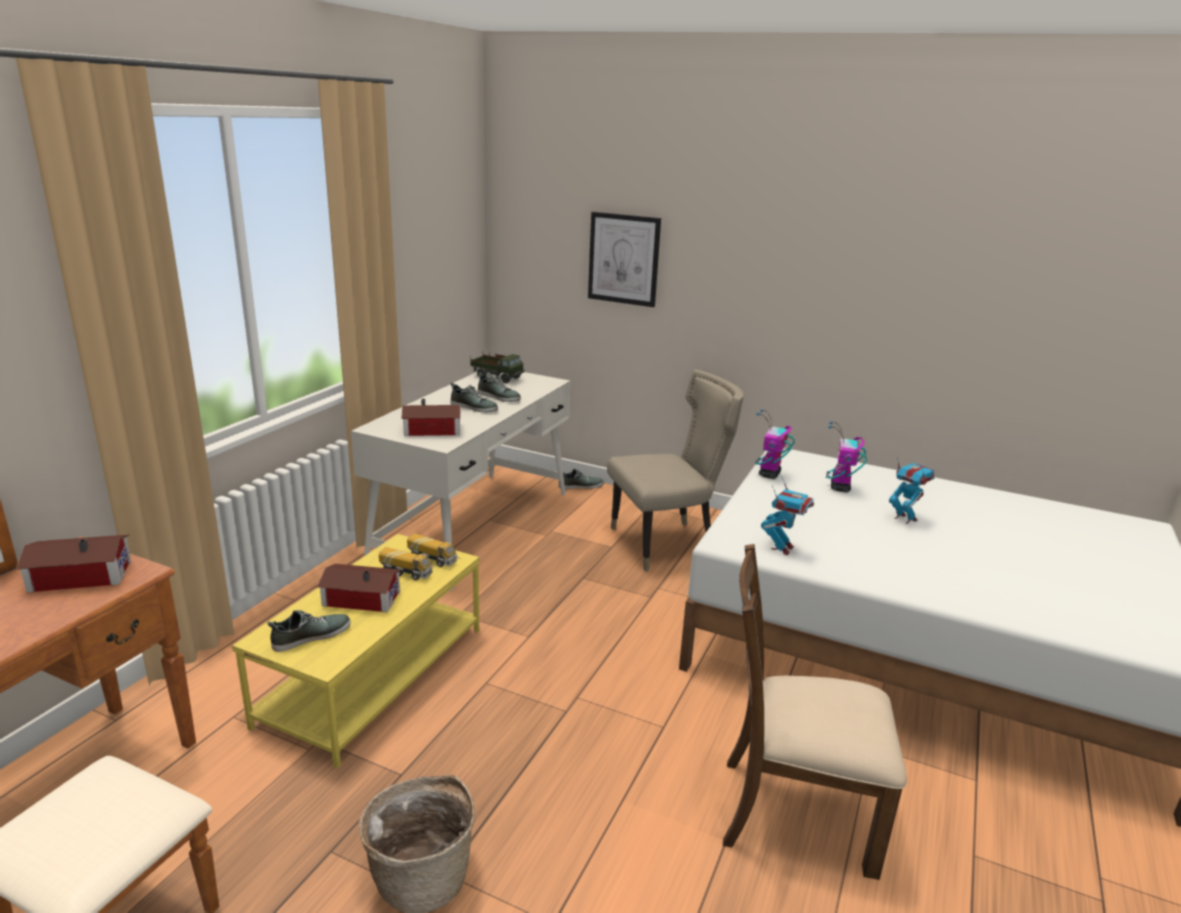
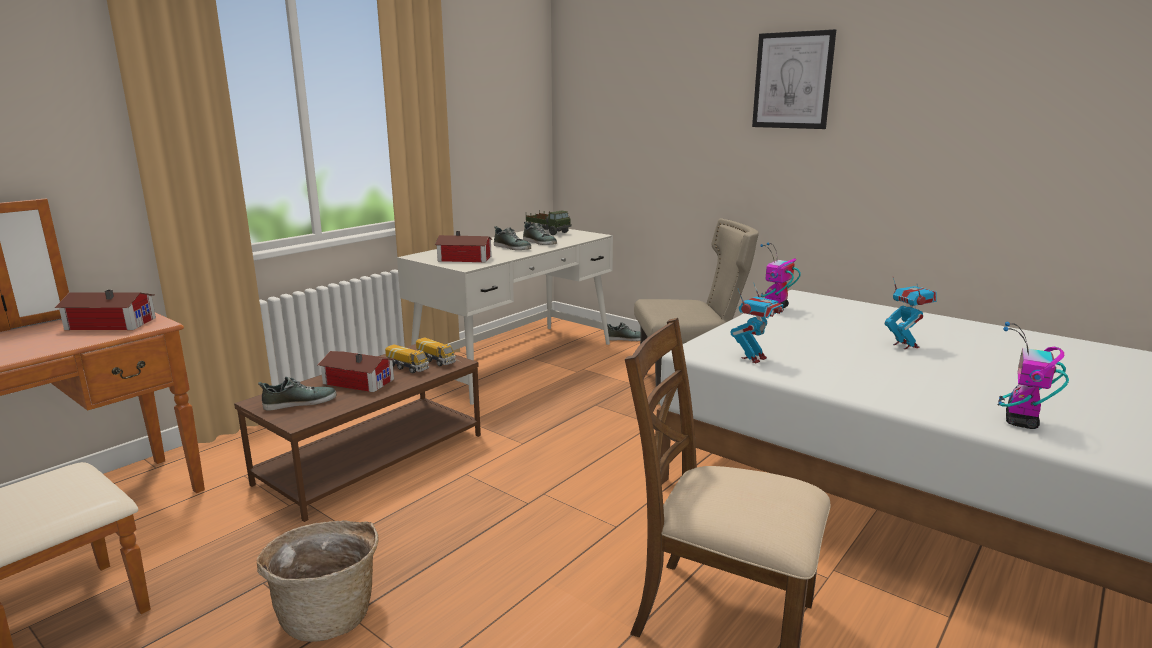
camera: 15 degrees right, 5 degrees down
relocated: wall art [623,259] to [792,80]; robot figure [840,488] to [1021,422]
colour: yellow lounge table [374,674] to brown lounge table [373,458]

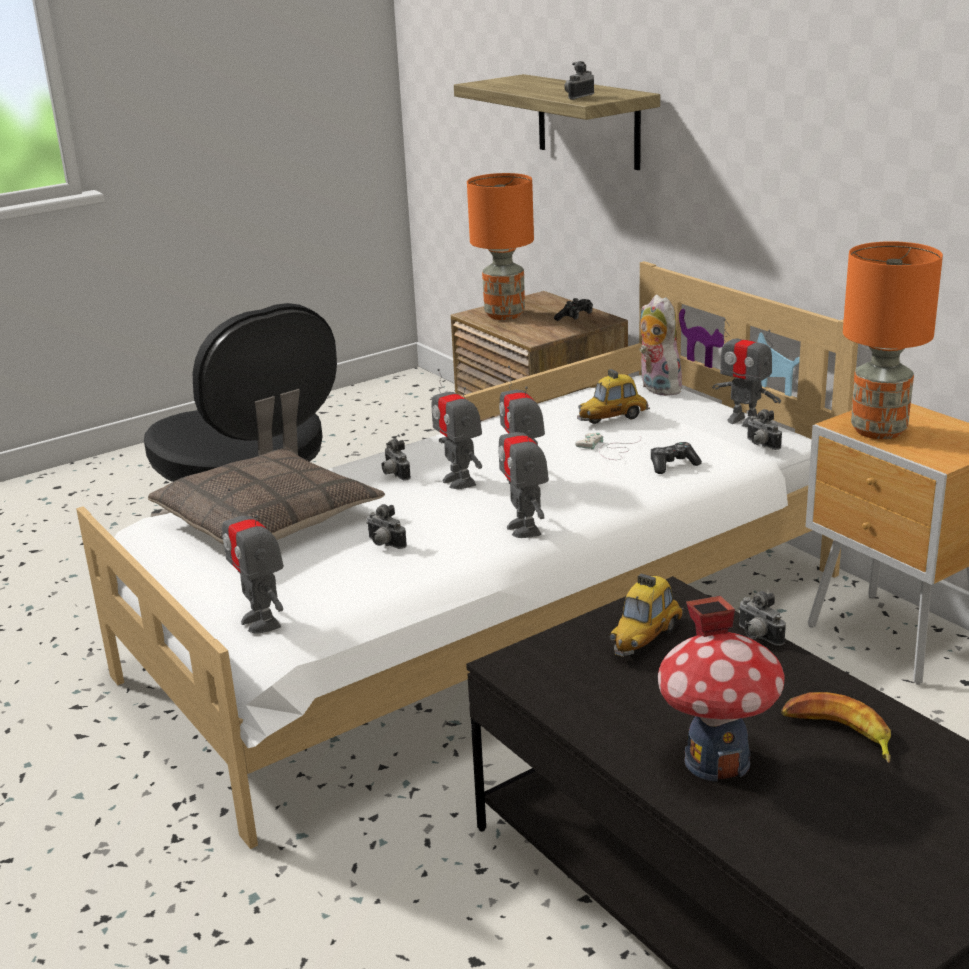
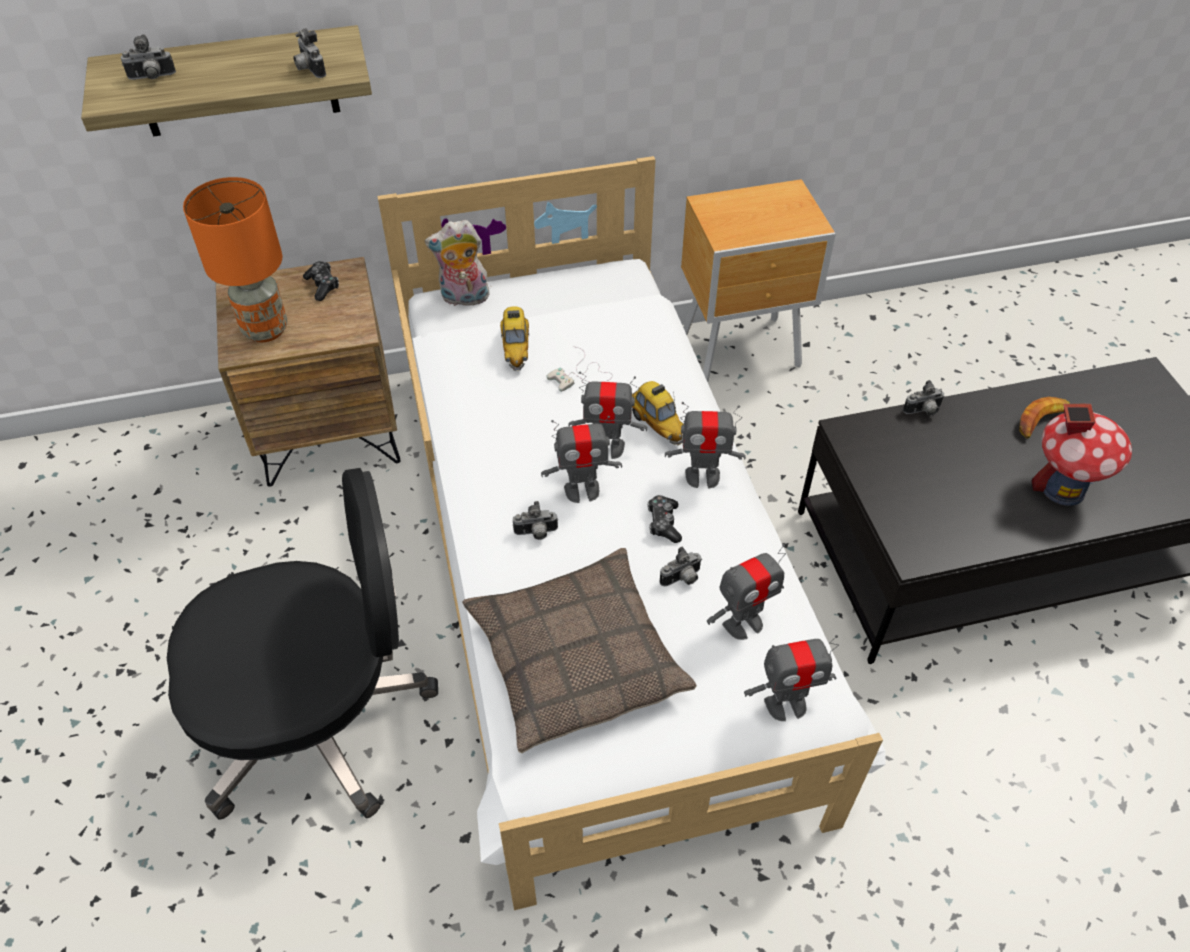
camera: 70 degrees left, 25 degrees up
missing: orangey lamp for a table [879,431]
relocated: toy car [645,639] to [656,424]; joypad [672,465] to [663,523]; robot figure [744,420] to [743,623]; photo camera [760,445] to [152,78]

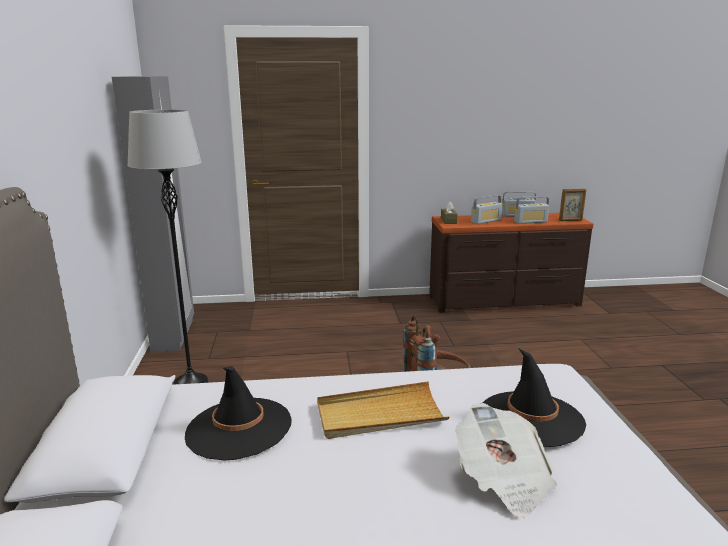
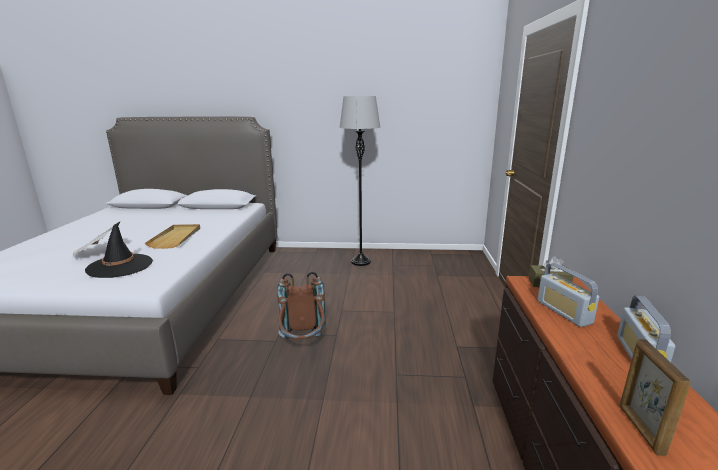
camera: 100 degrees right, 0 degrees up
missing: greyish armoire [174,335]; black-coloured clothing hat [238,428]; radio set [530,222]

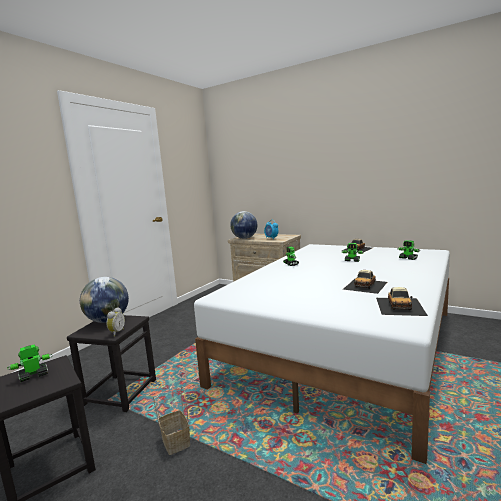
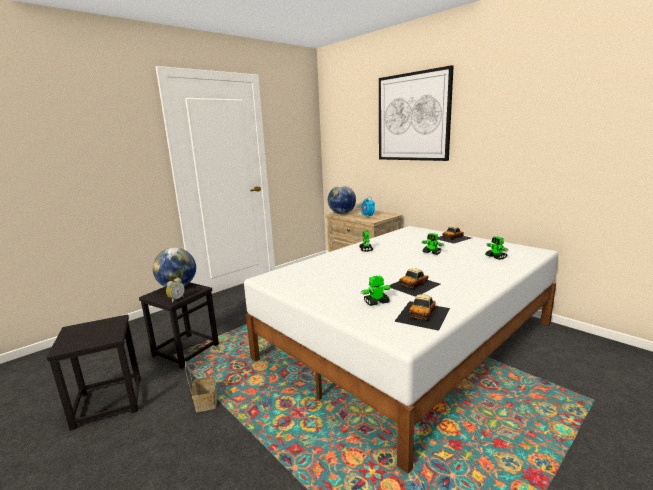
camera: 15 degrees right, 5 degrees up
appeared: wall art [413,117]
relocated: robot figure [33,376] to [376,302]

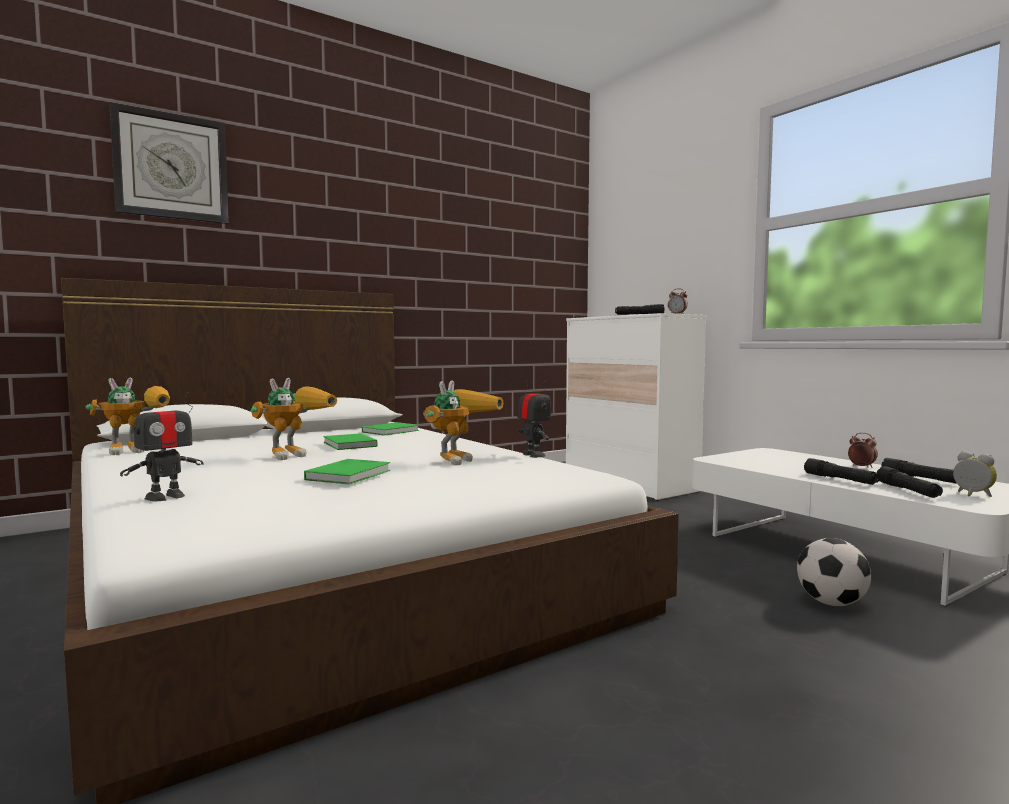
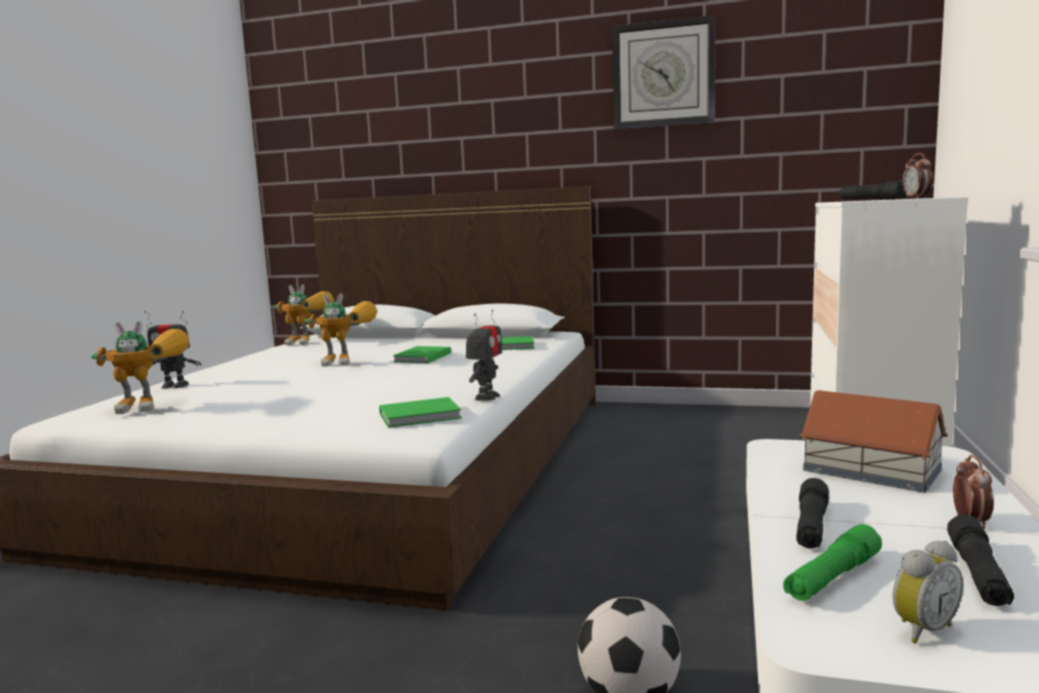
camera: 50 degrees right, 5 degrees up
appeared: miniature house [872,470]
relocated: clock on the wall [171,167] to [663,74]; green-coloured book [351,475] to [422,416]; robot figure [458,459] to [154,406]
colour: black-coloured torch [907,490] to green-coloured torch [832,578]
spun: bedside clock [972,495] = [921,629] 45 degrees clockwise

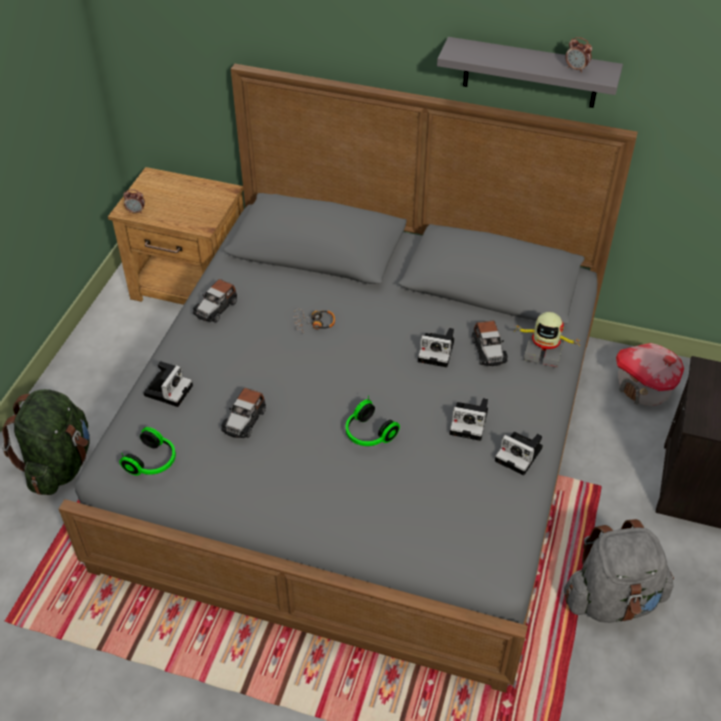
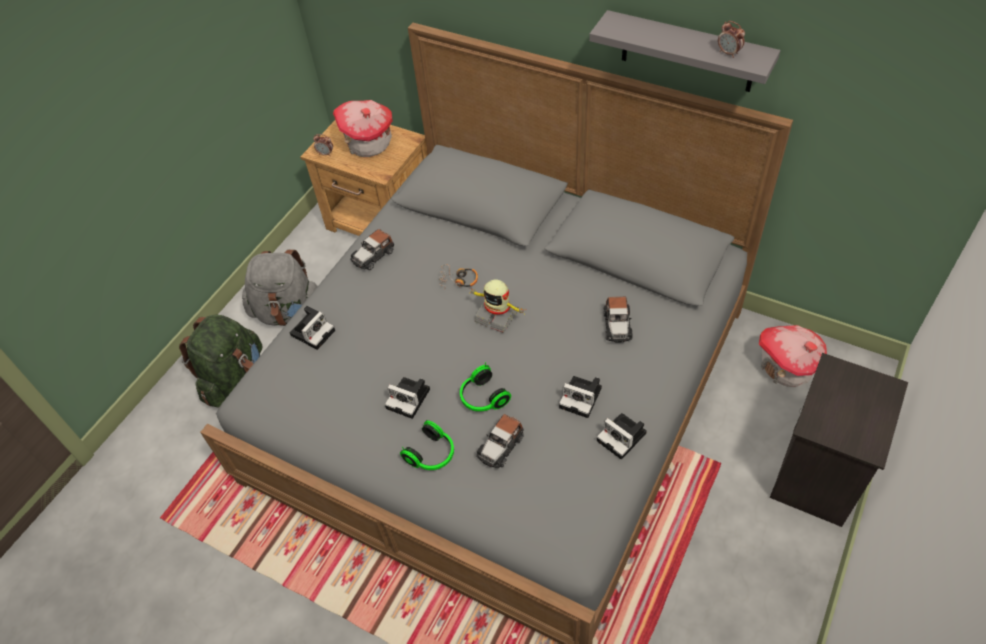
camera: 15 degrees right, 5 degrees up
appeared: miniature house [368,143]
relocated: pair of headphones [153,462] to [432,454]; toy car [244,420] to [501,446]; photo camera [438,351] to [410,399]; robot figure [543,352] to [497,315]; greyish knapsack [612,599] to [289,312]

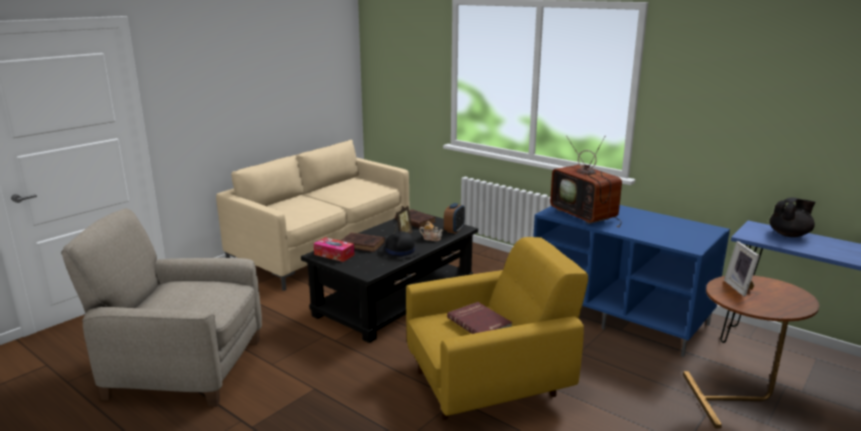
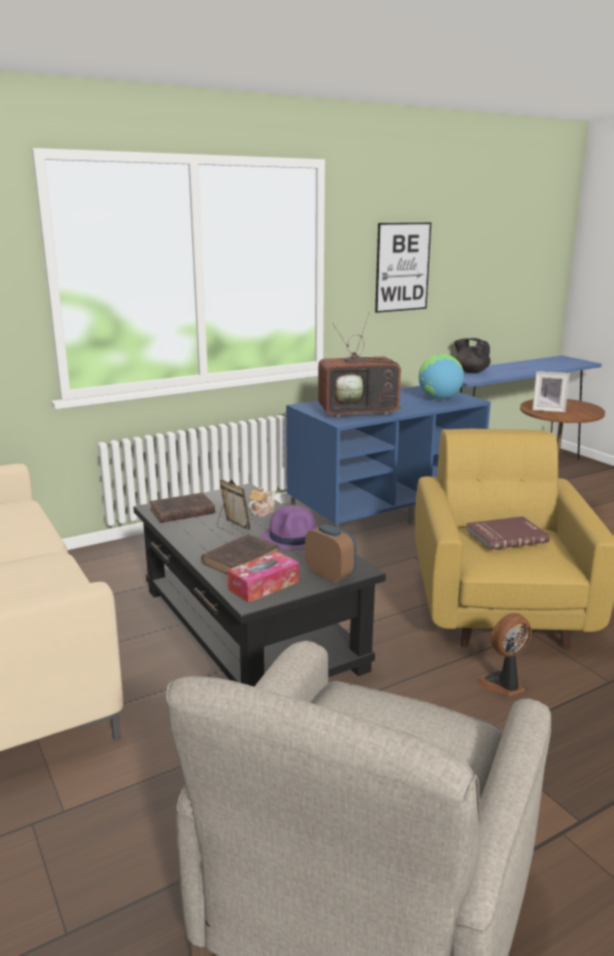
camera: 70 degrees left, 0 degrees up
appeared: wall art [402,267]; desk globe [439,399]; fan [504,684]
relocated: bedside clock [454,230] to [330,575]
colour: black-coloured clothing hat [400,252] to purplish clothing hat [293,538]
spun: black-coloured pot for tea [789,234] = [471,371] 45 degrees counterclockwise

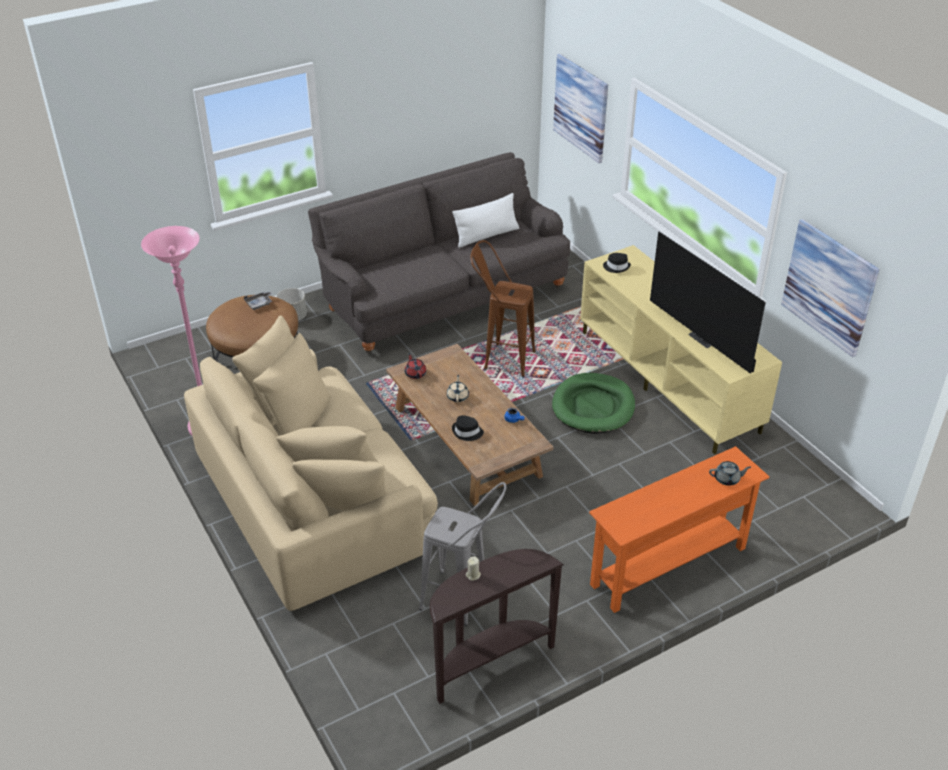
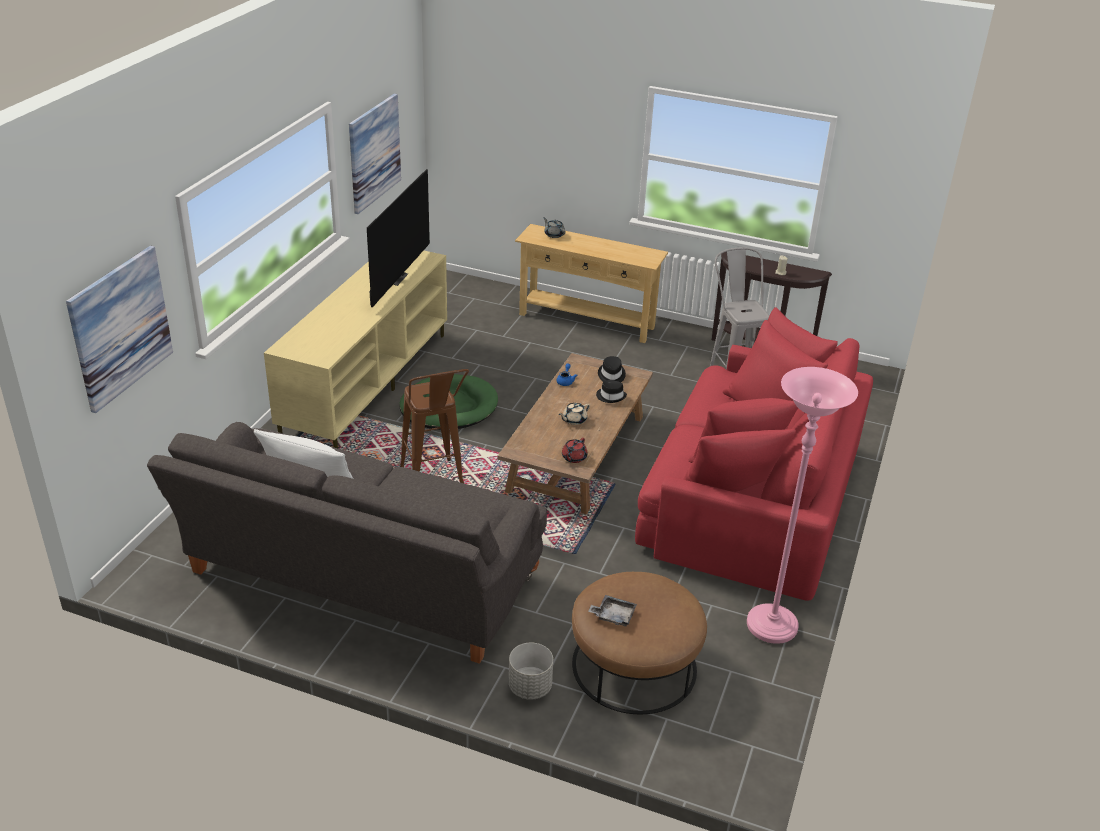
camera: 130 degrees left, 5 degrees down
relocated: black-coloured clothing hat [616,267] to [611,375]
colour: sand-coloured sofa [313,500] to reddish sofa [751,499]; orangey console table [669,567] to sand-coloured console table [586,321]

